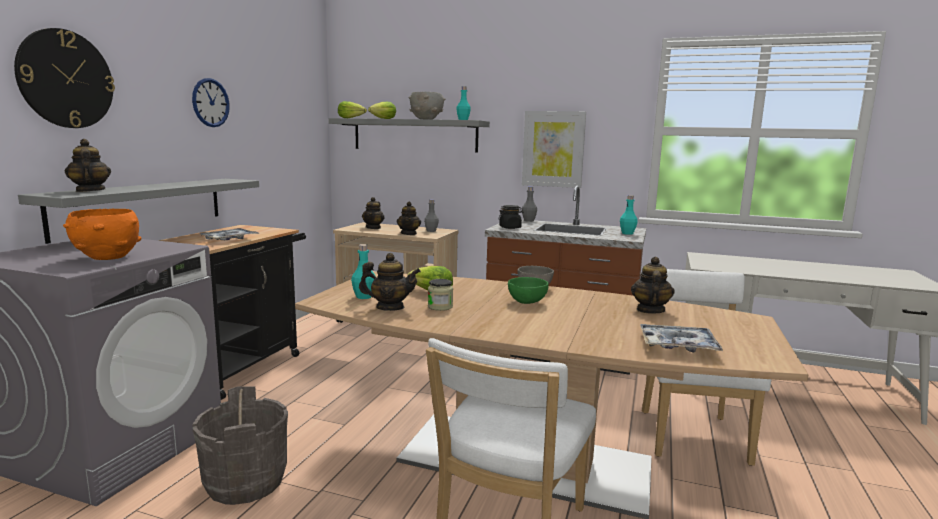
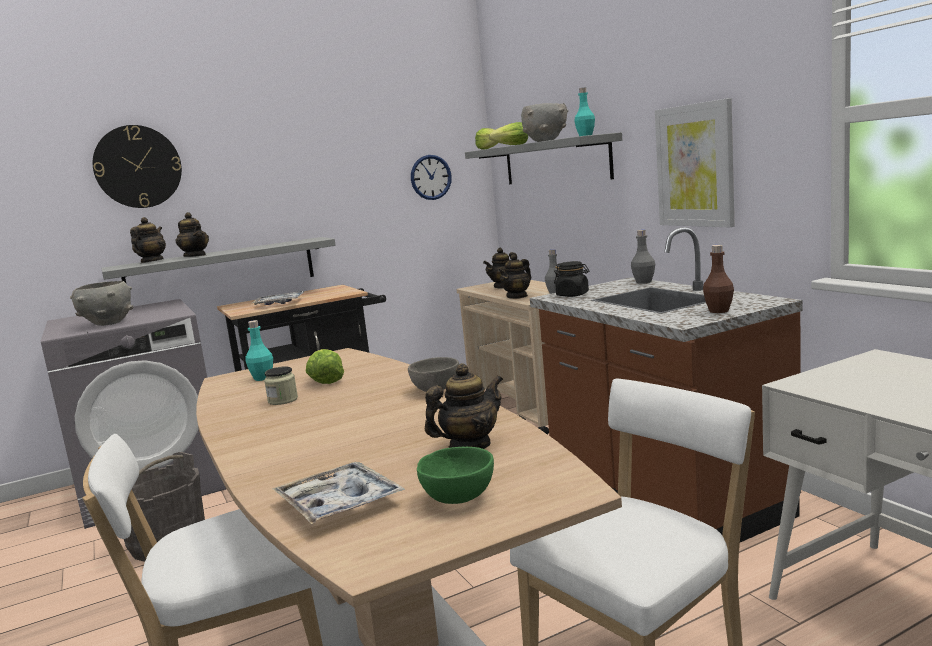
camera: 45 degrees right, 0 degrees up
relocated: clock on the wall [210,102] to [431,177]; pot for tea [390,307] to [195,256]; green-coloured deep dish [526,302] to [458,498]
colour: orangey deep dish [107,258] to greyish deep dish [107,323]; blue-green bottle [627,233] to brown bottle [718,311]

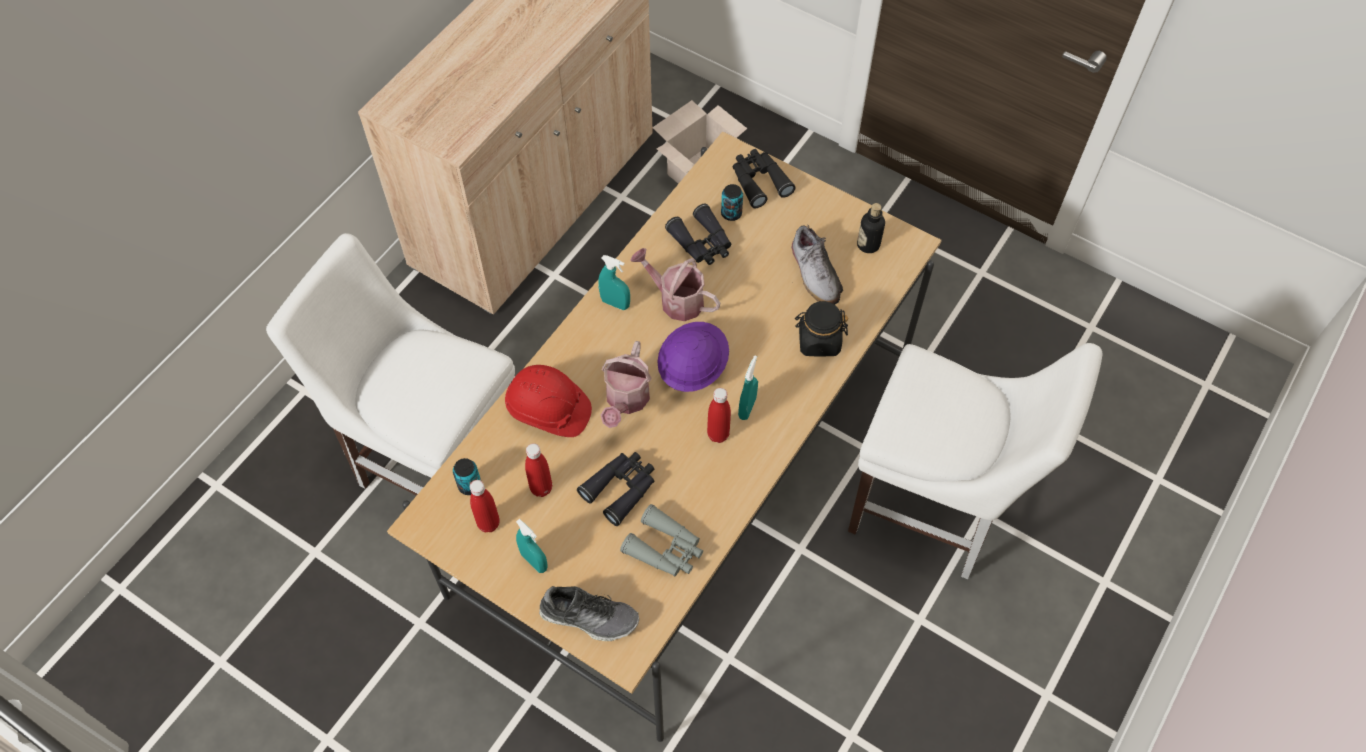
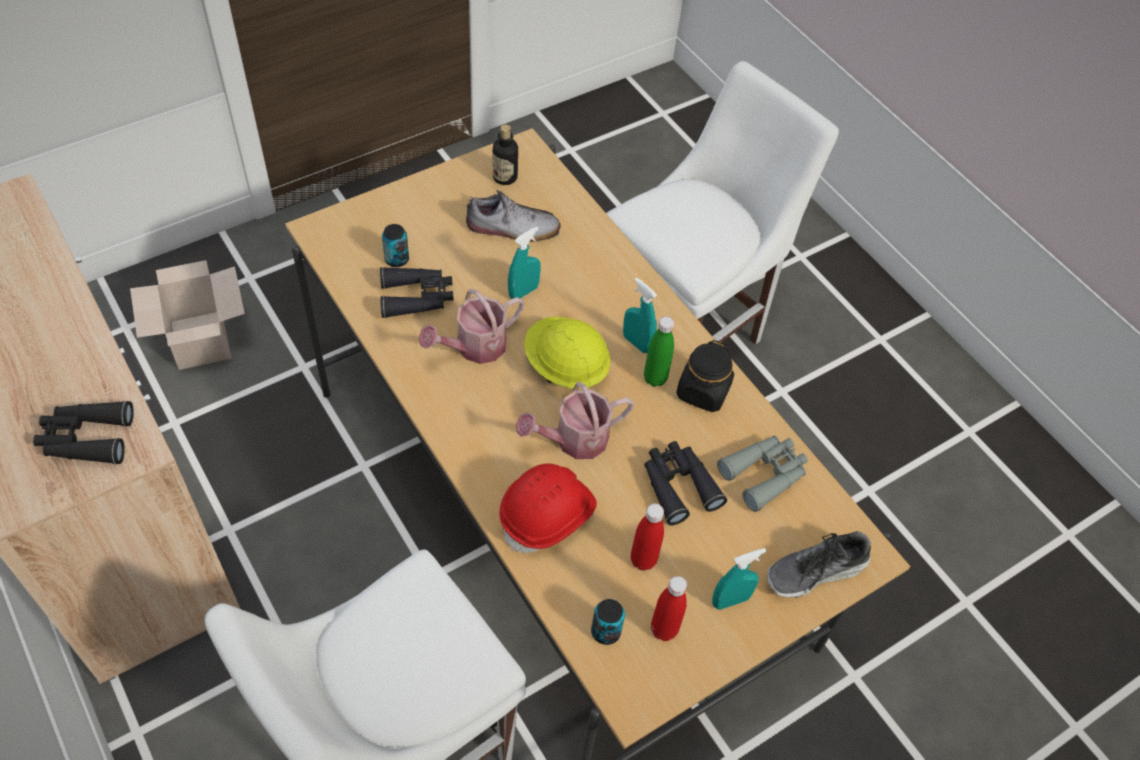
camera: 70 degrees left, 5 degrees down
relocated: blue-green hand sprayer [615,303] to [523,292]; black-coloured binoculars [759,181] to [86,438]; black-coloured storage jar [818,341] to [703,391]
colour: purplish safety helmet [692,367] to yellow safety helmet [565,367]; reddish bottle [718,434] to green-coloured bottle [655,378]
spun: item of footwear [589,617] = [815,572] 150 degrees counterclockwise; watering can [625,401] = [574,440] 120 degrees clockwise

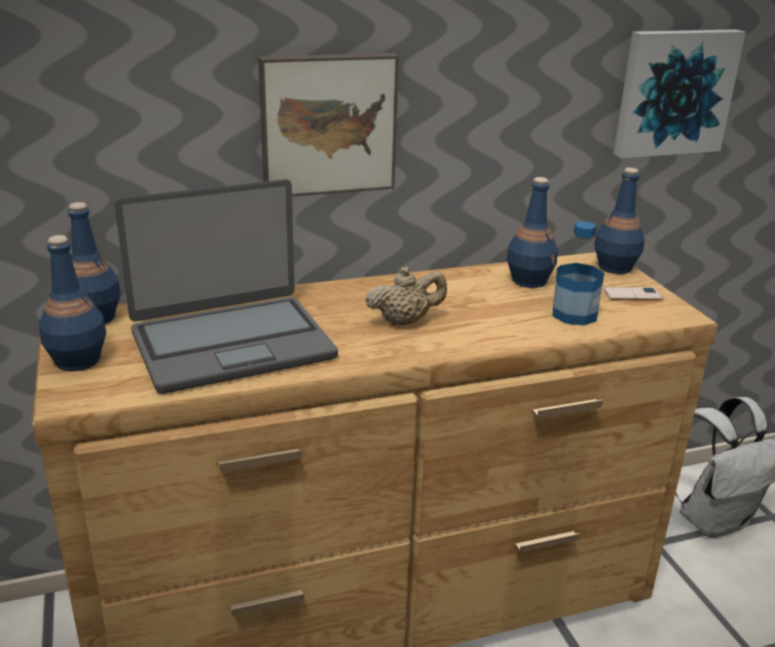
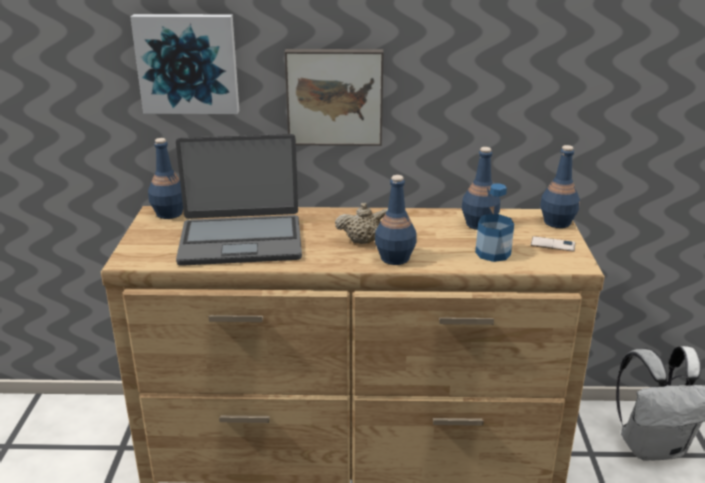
camera: 20 degrees right, 0 degrees up
relocated: bluish bottle [77,361] to [395,258]; wall art [673,92] to [188,63]

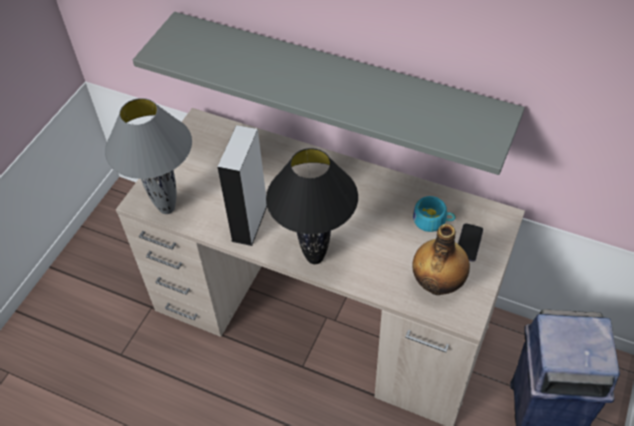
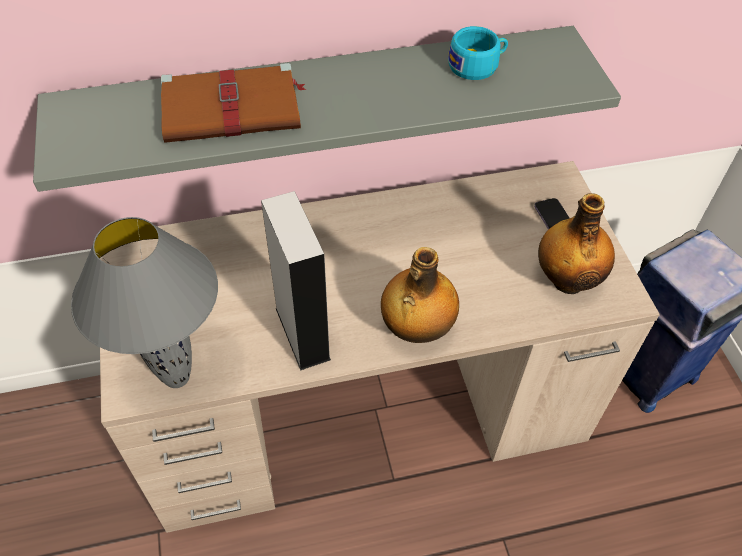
camera: 40 degrees left, 0 degrees up
appeared: brown book [233,108]
relocated: blue-green small cup [433,221] to [477,65]
exchanged: black-coloured lamp for a table [314,257] to bottle [416,329]

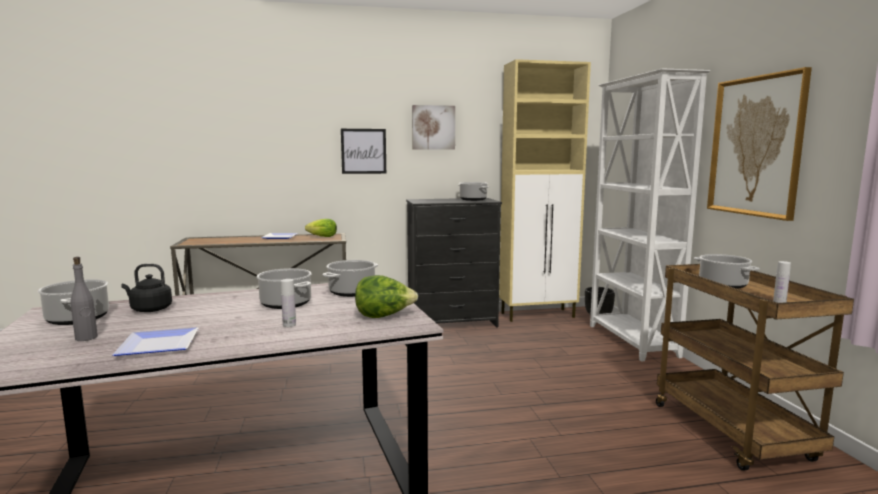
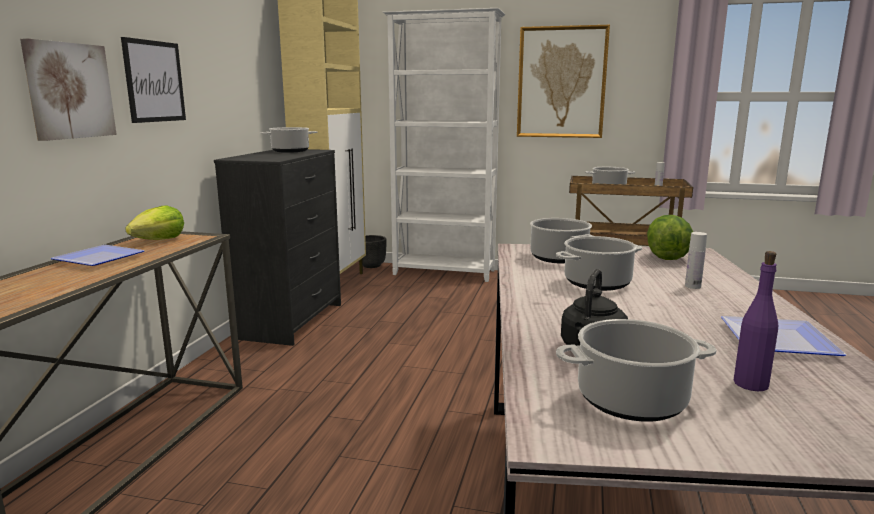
camera: 65 degrees left, 5 degrees up
relocated: wall art [433,127] to [69,91]
colour: greyish bottle [86,338] to purplish bottle [751,384]

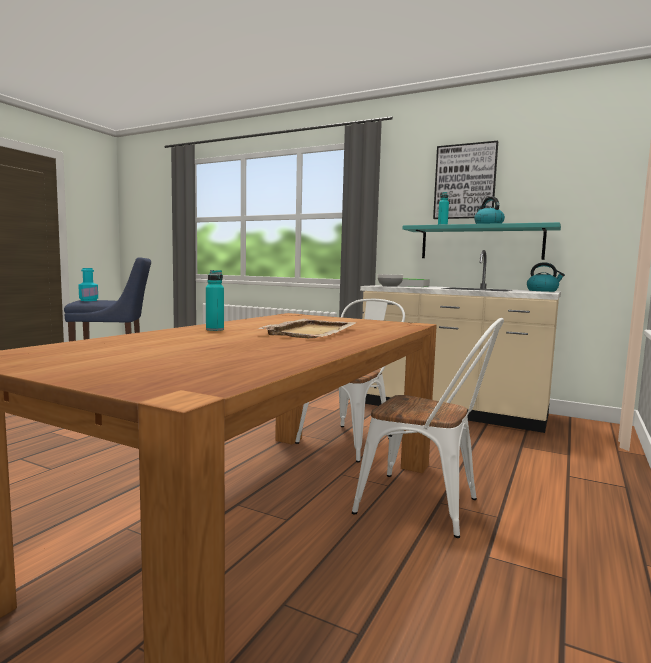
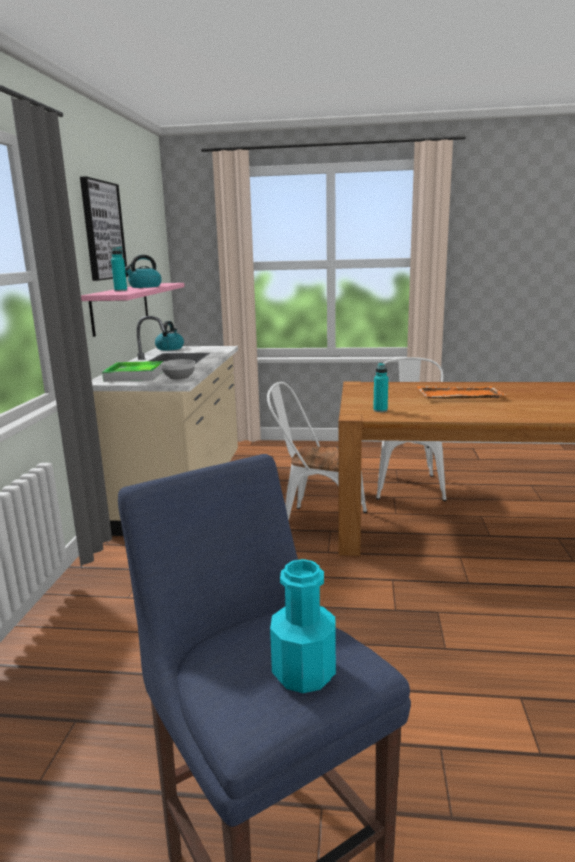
camera: 110 degrees left, 10 degrees up
relocated: blue-green bottle [214,329] to [380,410]
colour: sand-coloured tray [311,331] to orangey tray [458,395]; blue-green wall shelf [481,243] to pink wall shelf [121,307]

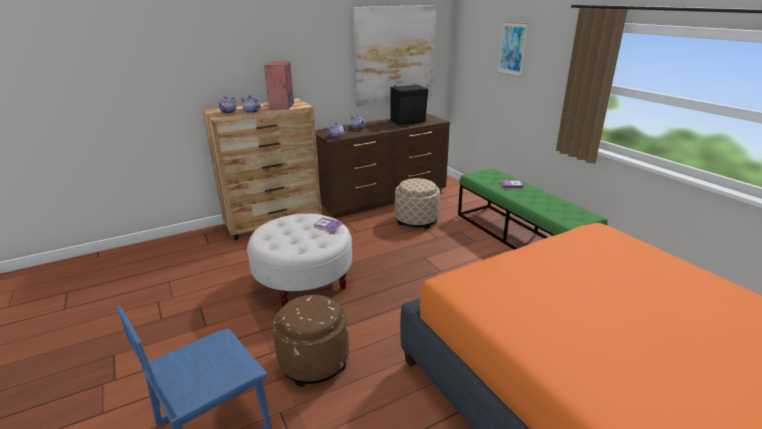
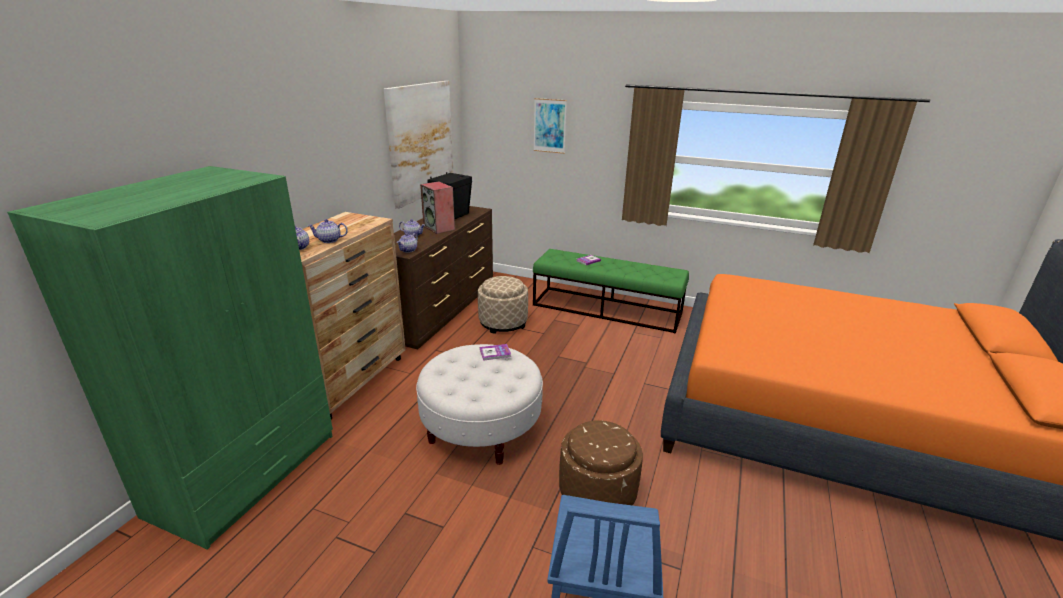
camera: 40 degrees left, 0 degrees up
appeared: green-coloured armoire [246,473]
relocated: speaker [282,106] to [439,228]

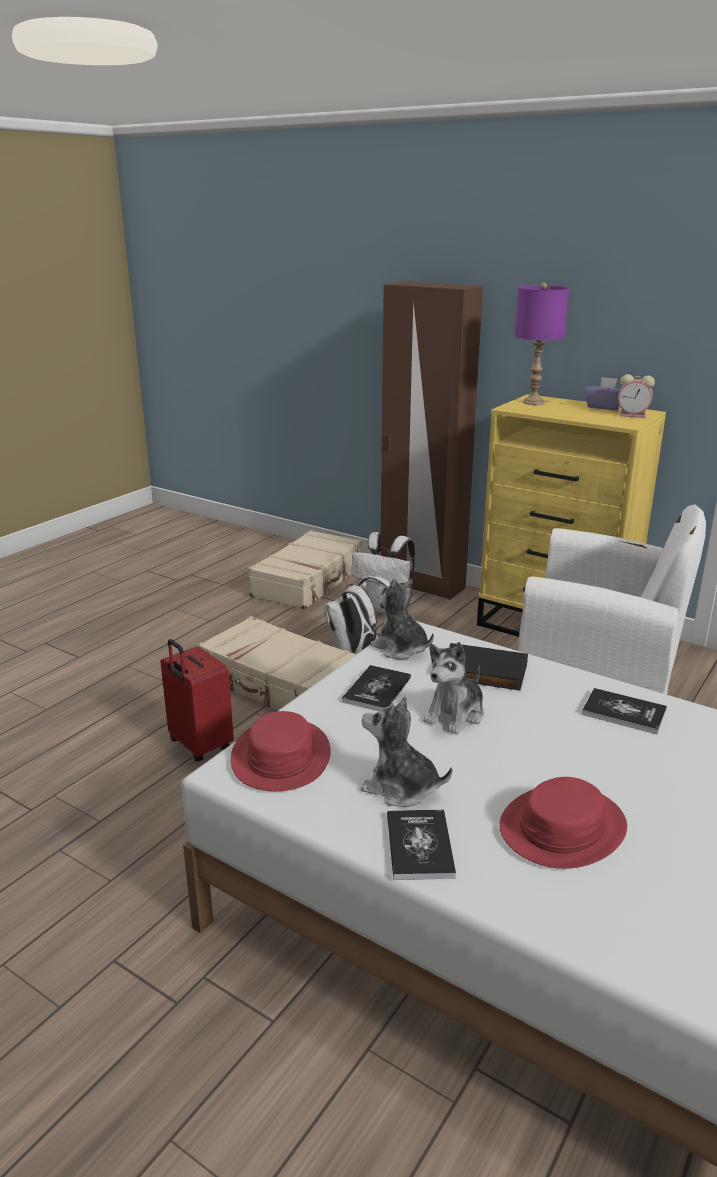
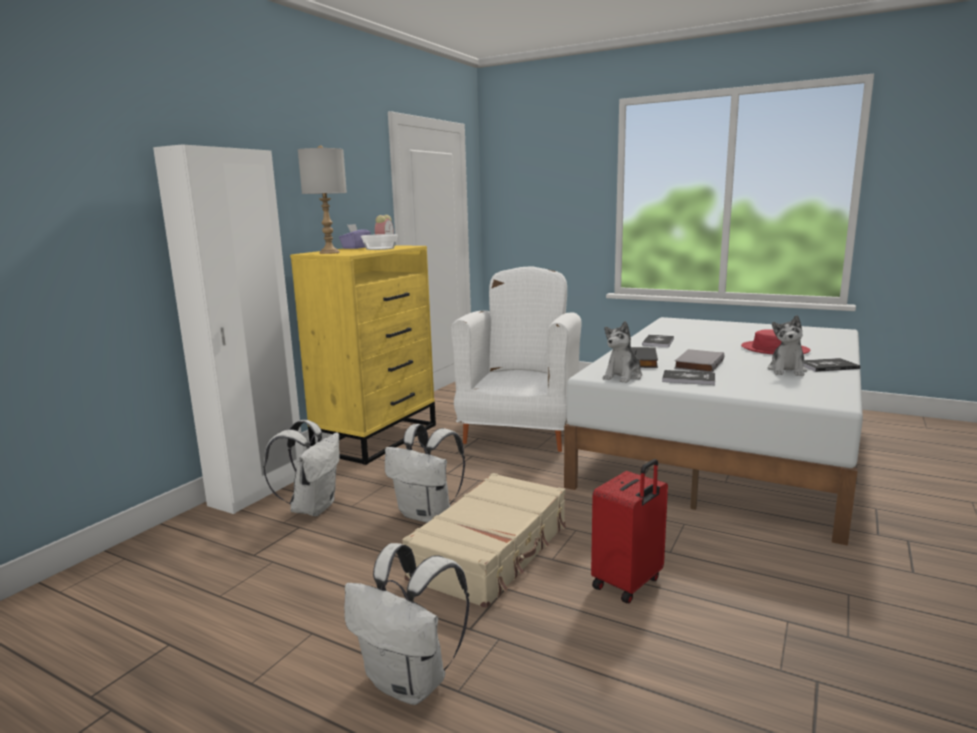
camera: 95 degrees left, 10 degrees down
missing: reddish clothing hat [280,756]; sand-coloured piece of luggage [309,581]
appeared: whitish knapsack [410,682]; deep dish [380,248]
exchanged: plush toy [455,715] to greyish book [698,364]
colour: brown armoire [422,584] to whitish armoire [259,491]; purplish lamp for a table [534,402] to greyish lamp for a table [329,252]

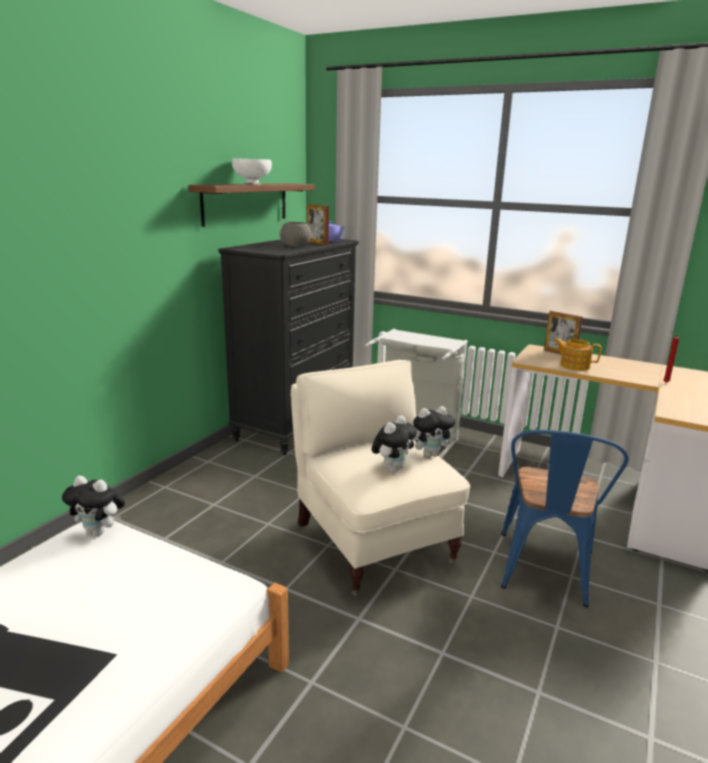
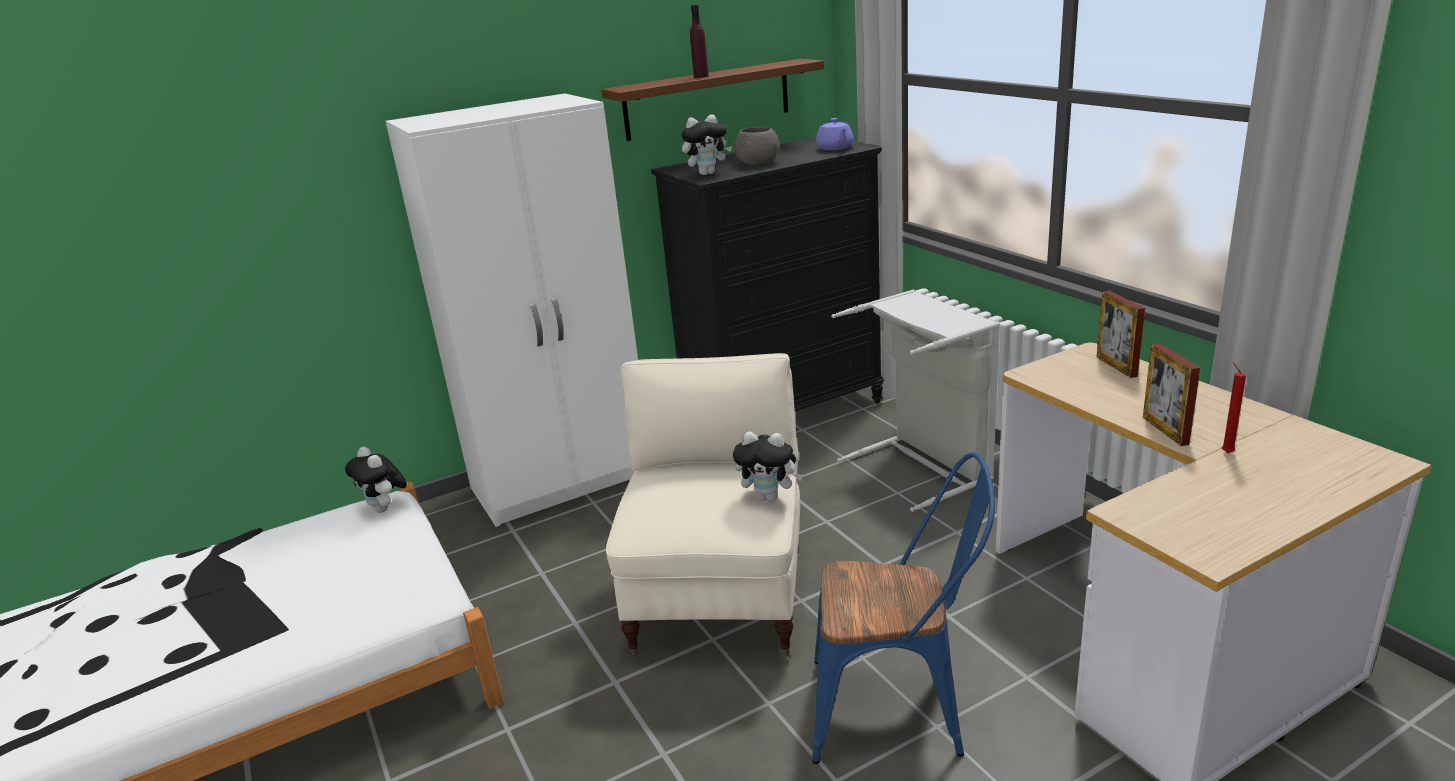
camera: 35 degrees right, 5 degrees up
missing: pot for tea [574,366]
appeared: whitish armoire [564,481]
relocated: photo frame [317,243] to [1165,430]; plush toy [392,469] to [707,173]
exchanged: whitish deep dish [252,184] to purplish bottle [701,76]
spun: bluish chair [544,573] = [900,709] 135 degrees counterclockwise

